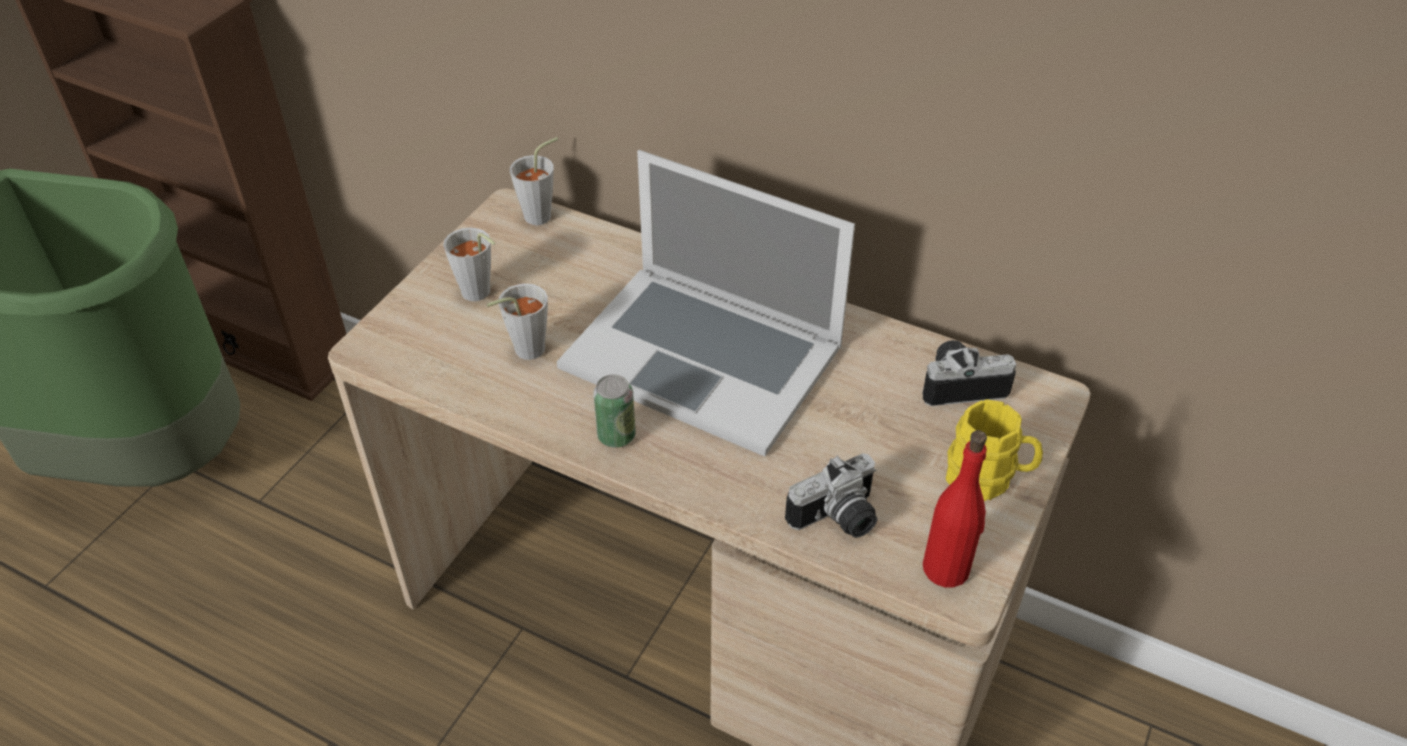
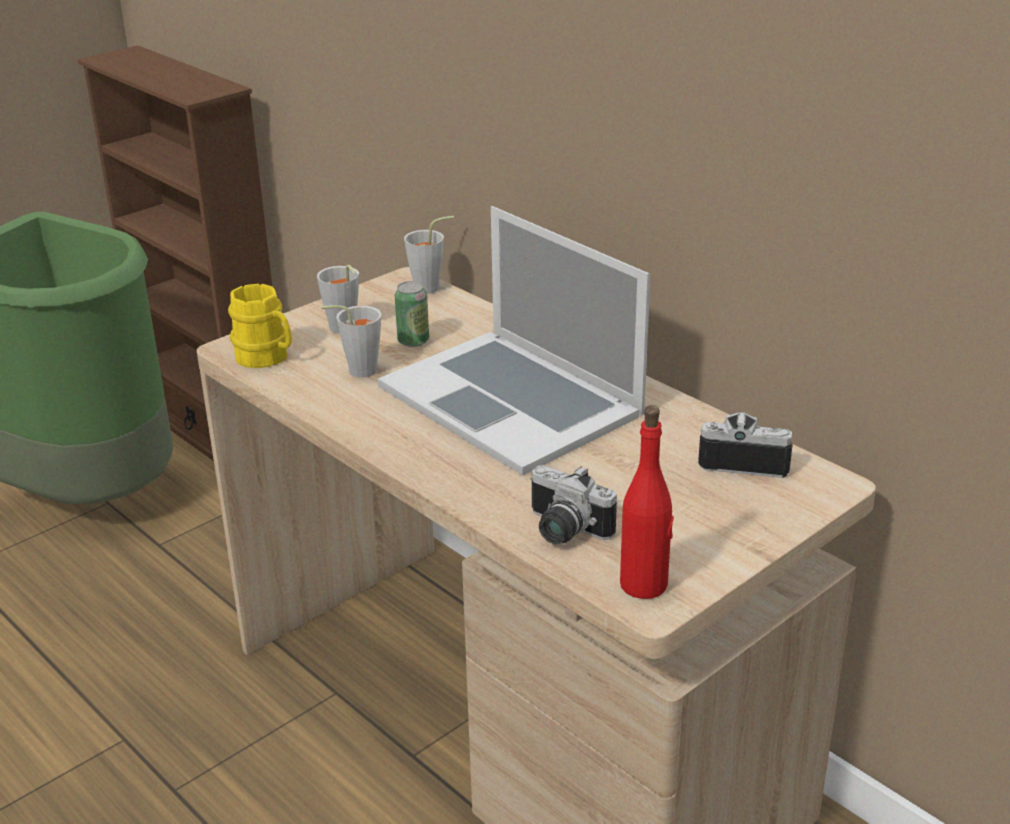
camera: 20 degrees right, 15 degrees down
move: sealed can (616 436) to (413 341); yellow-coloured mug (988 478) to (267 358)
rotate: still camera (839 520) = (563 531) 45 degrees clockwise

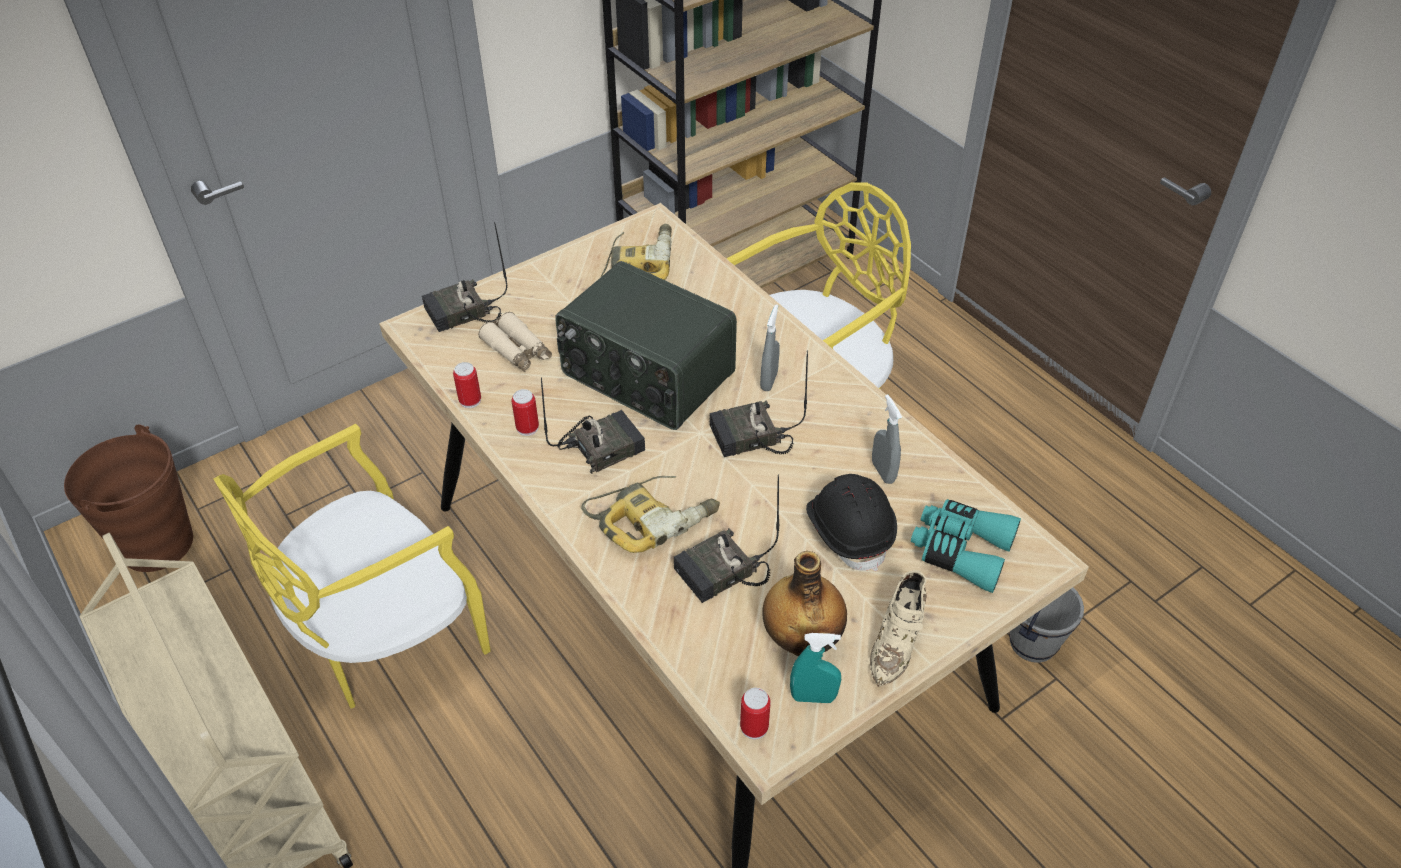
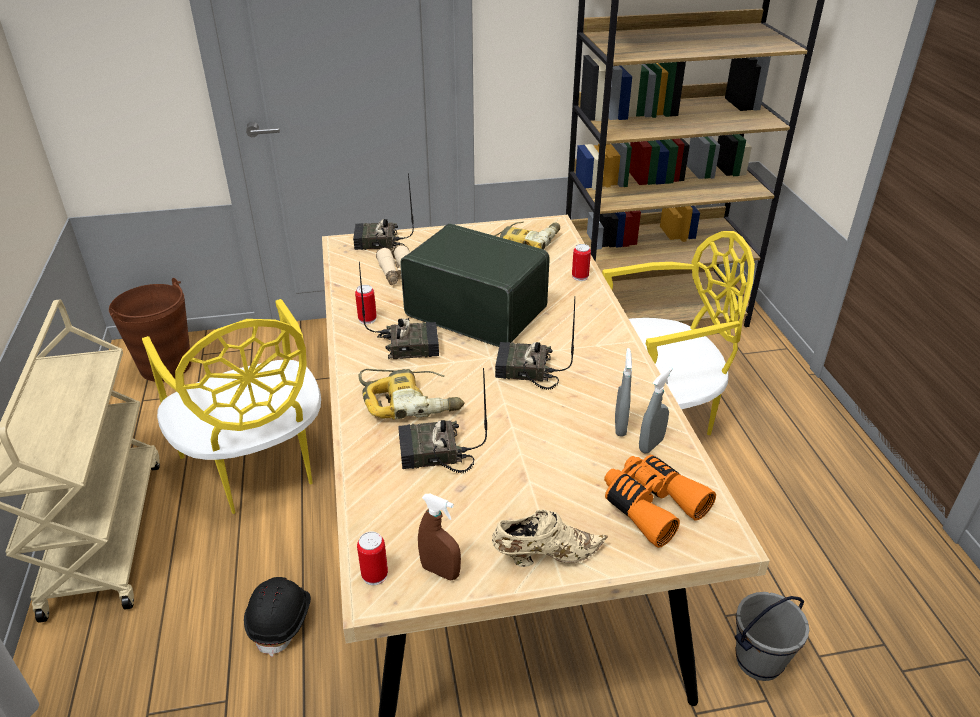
camera: 25 degrees right, 10 degrees down
delete: beverage bottle (802 640)
move: sealed can (470 400) to (580 276); grey hand sprayer (769 381) to (651 445); blackish work helmet (849 531) to (281 620)
recolor: blue-green hand sprayer (813 697) to brownish hand sprayer (440 571); blue-green field glasses (961 550) to orange-coloured field glasses (651 505)
rotate: yellow-coloured chair (383 636) = (256 467) 105 degrees counterclockwise; radio (646 375) = (477 311) 150 degrees clockwise; sand-coloured shoe (897 641) = (544 555) 150 degrees counterclockwise

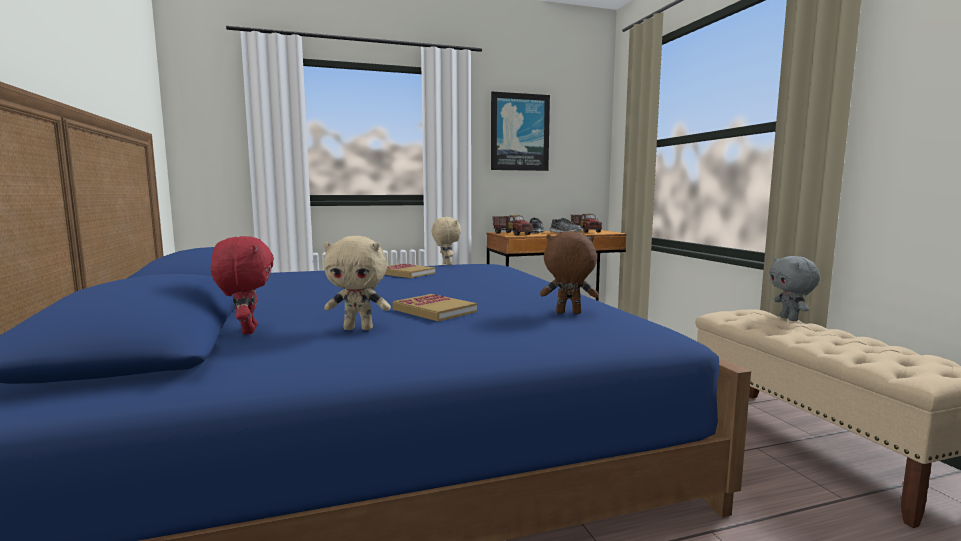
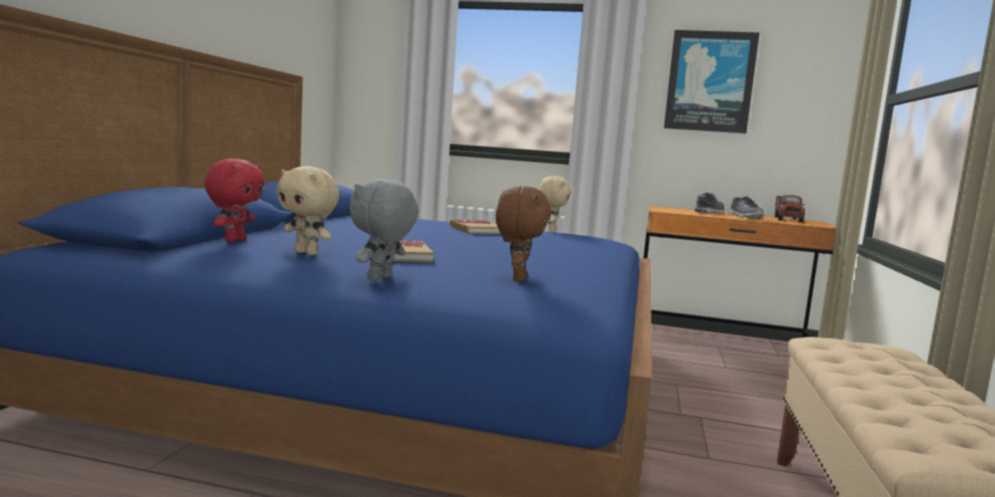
camera: 30 degrees right, 0 degrees up
delete: toy truck (512 234)
move: grey plush toy (790 319) to (381 278)
rotate: brownish plush toy (568 313) = (517 279) 60 degrees clockwise

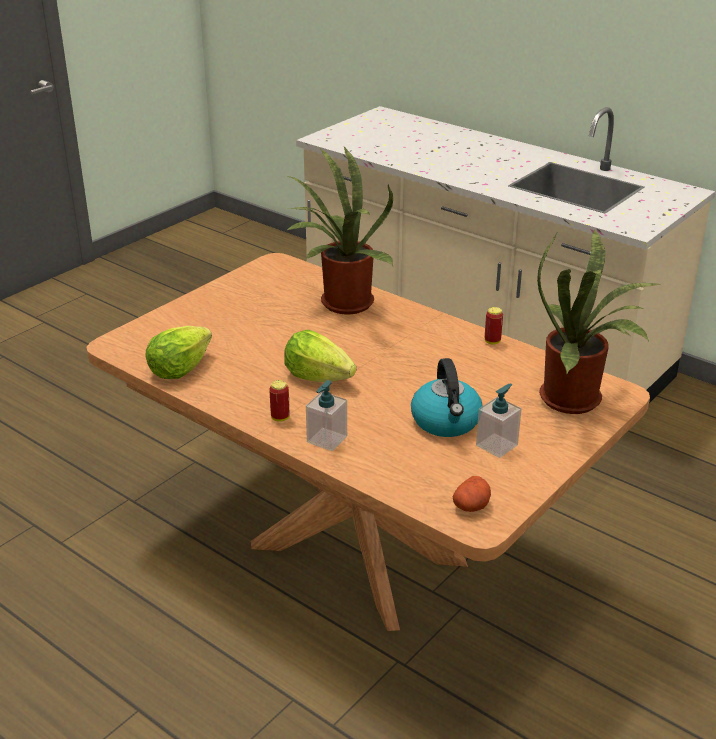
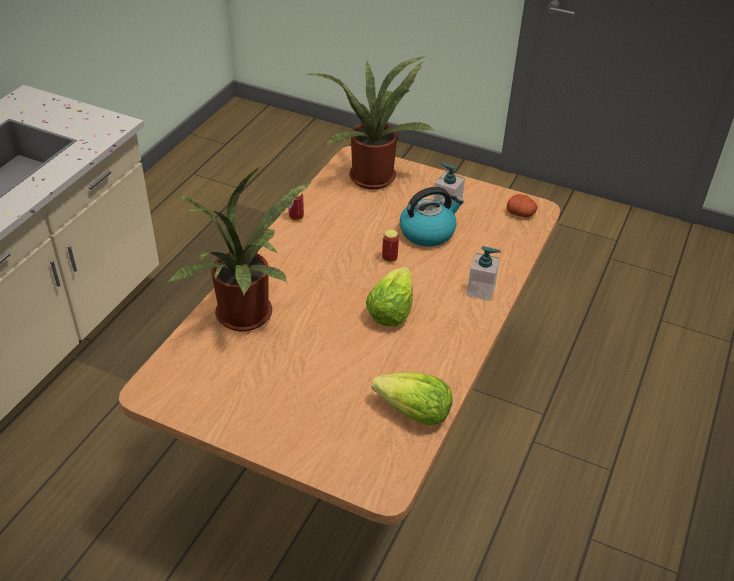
camera: 105 degrees left, 10 degrees up
move: sealed can (280 418) to (389 259)

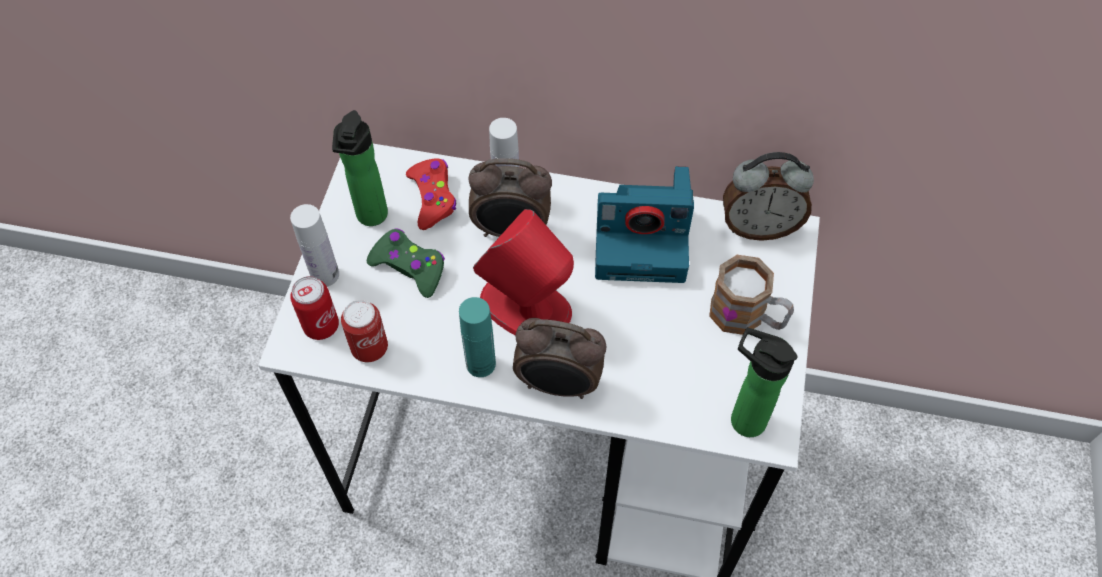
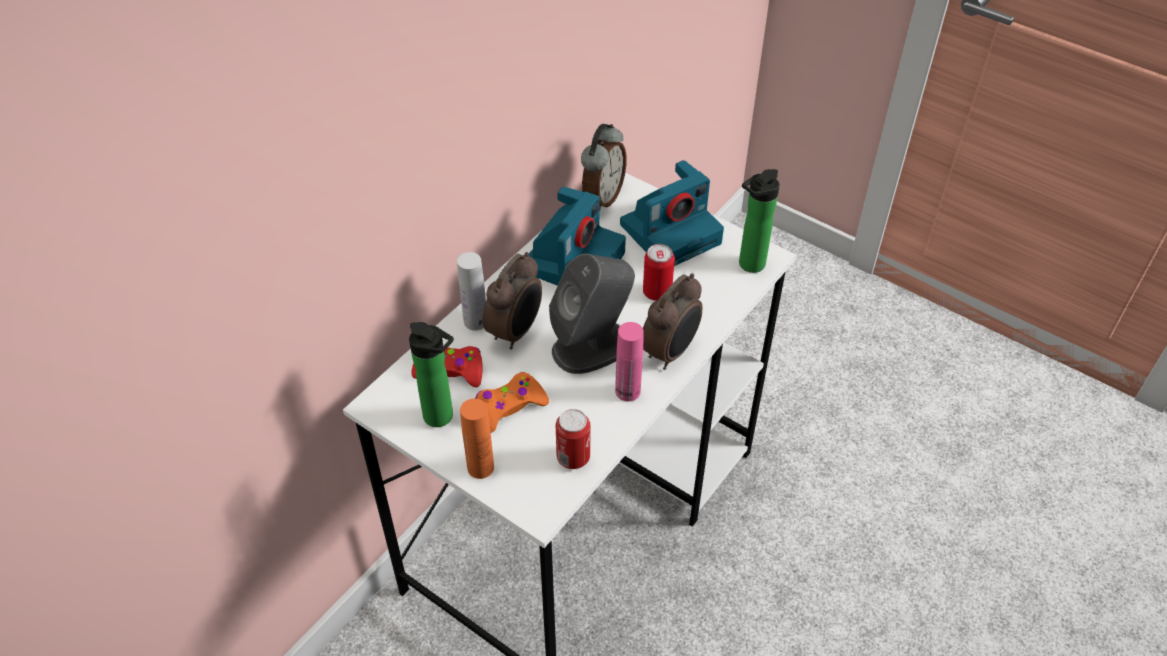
camera: 65 degrees left, 10 degrees down
move: sealed can (321 326) to (657 292)
replace: mug (747 317) to still camera (671 232)
recolor: white-coloured beverage bottle (325 275) to orange-coloured beverage bottle (480 467); green gamepad (409 267) to orange-coloured gamepad (509 407); blue-green beverage bottle (480 364) to pink-coloured beverage bottle (627 391); reddish loudspeaker (527 307) to grey loudspeaker (592 346)

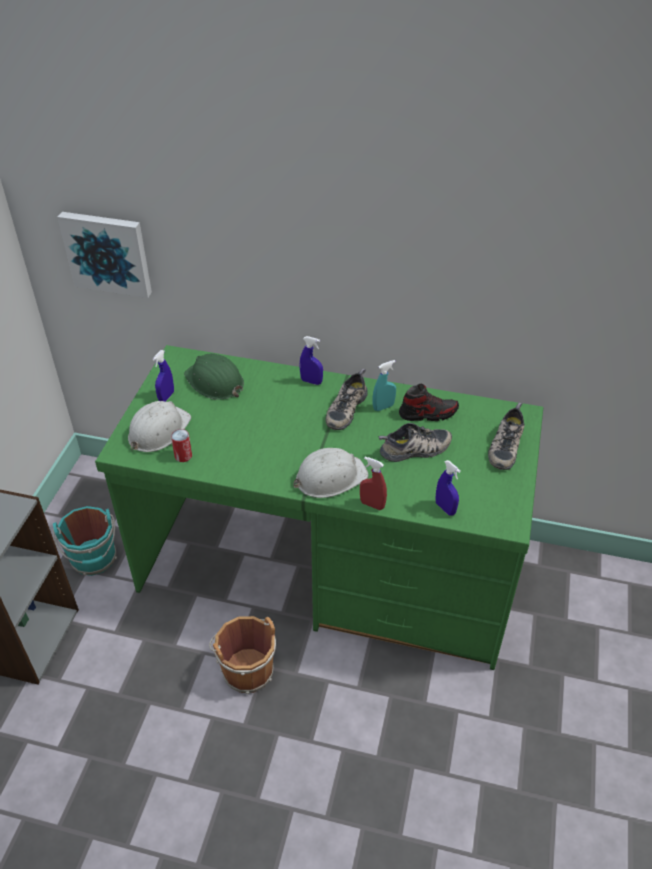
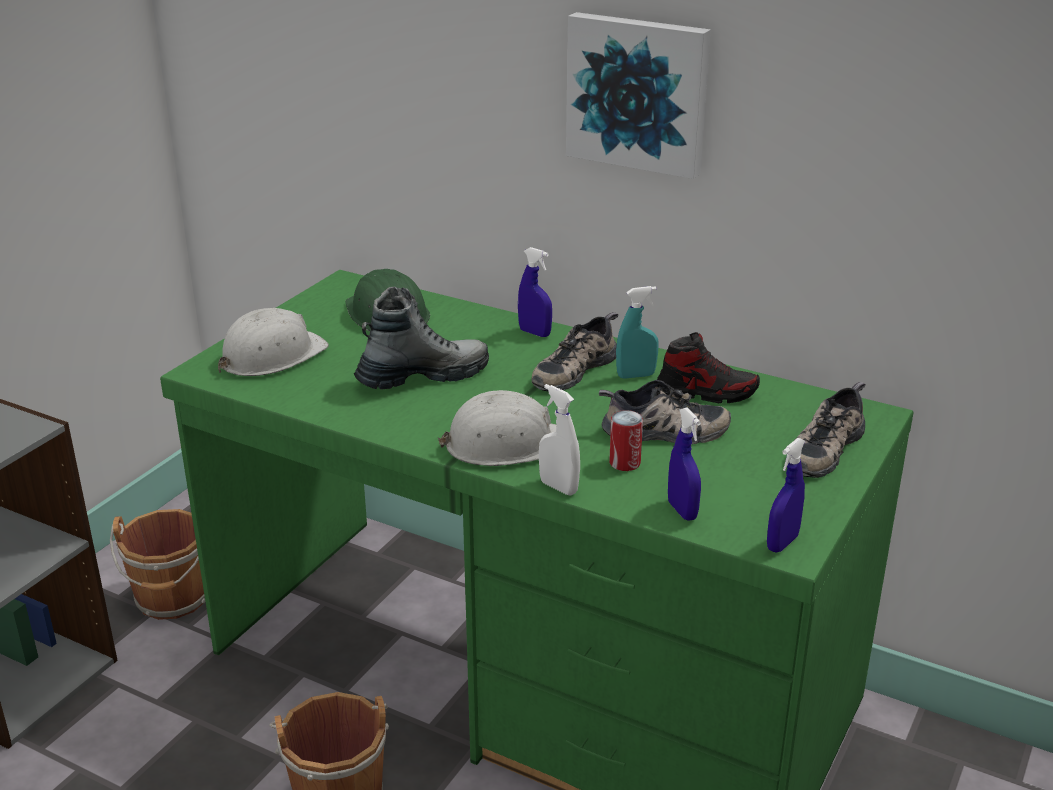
camera: 15 degrees right, 15 degrees down
insert: boot (423 376)
move: wall art (108 253) to (638 93); blue-coloured hand sprayer (166 397) to (782 543); sealed can (183 456) to (624 463)
recolor: blue-green bucket (94 559) to brownish bucket (172 600); reddish hand sprayer (372 504) to white-coloured hand sprayer (558 487)

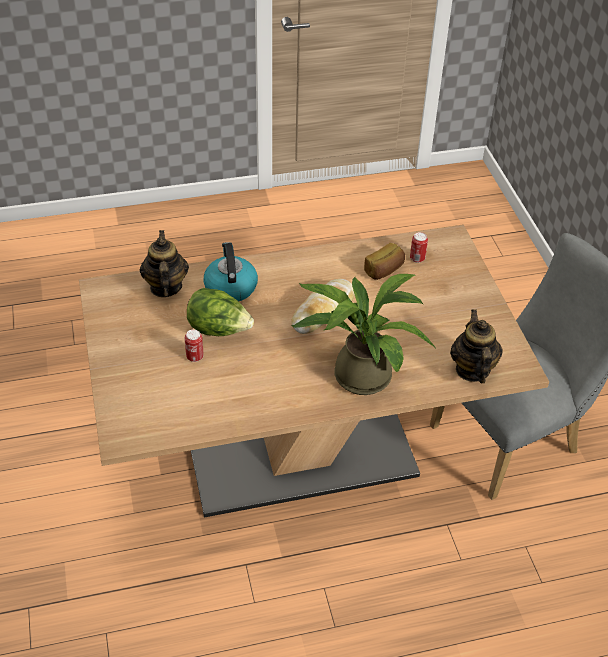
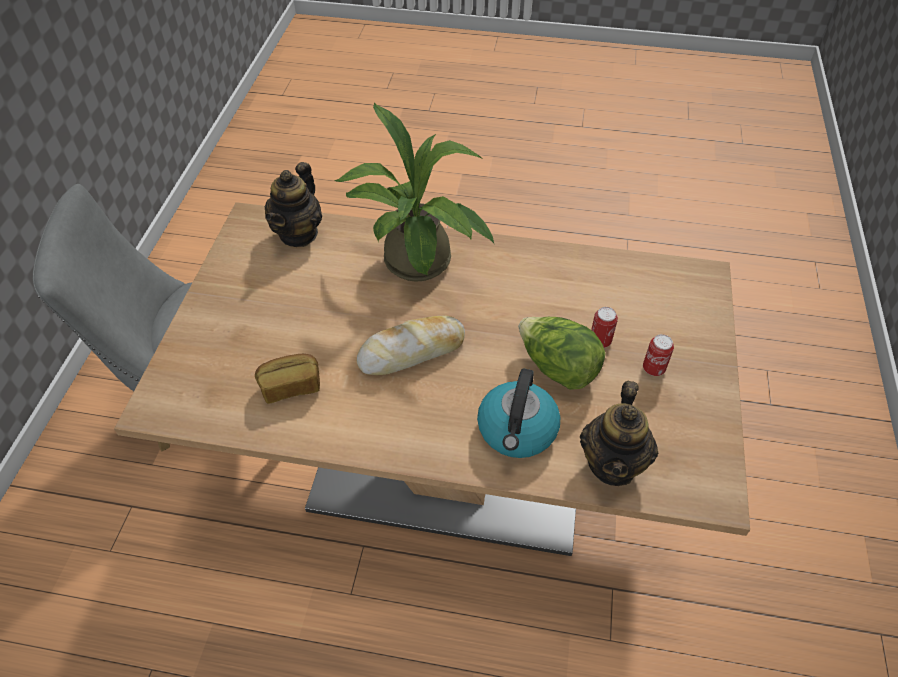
camera: 155 degrees left, 5 degrees up
move: sealed can (417 258) to (653 369)

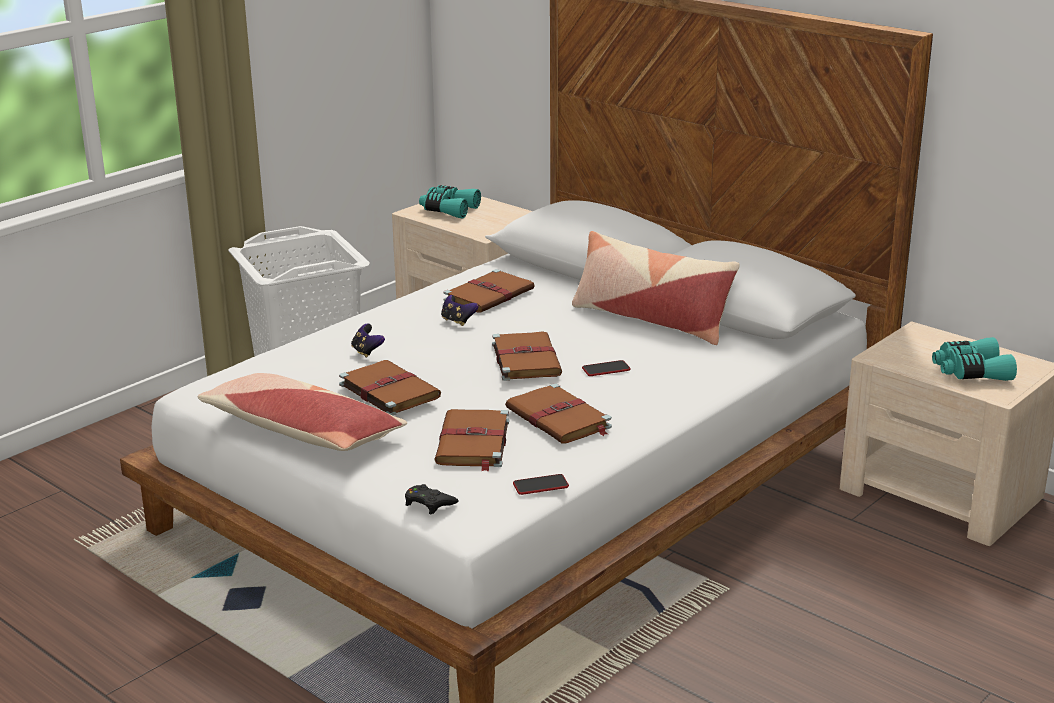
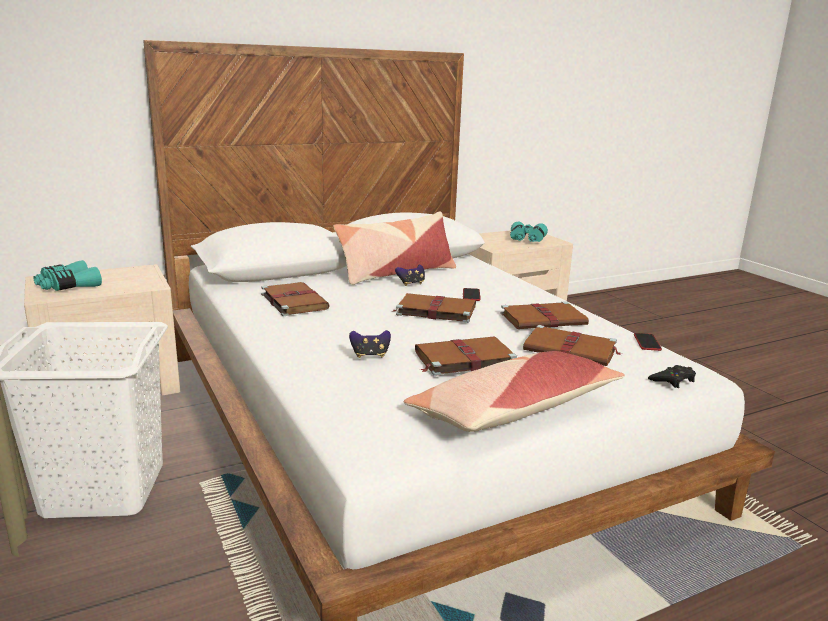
camera: 70 degrees left, 5 degrees down
move: gamepad (458 321) to (411 283)

